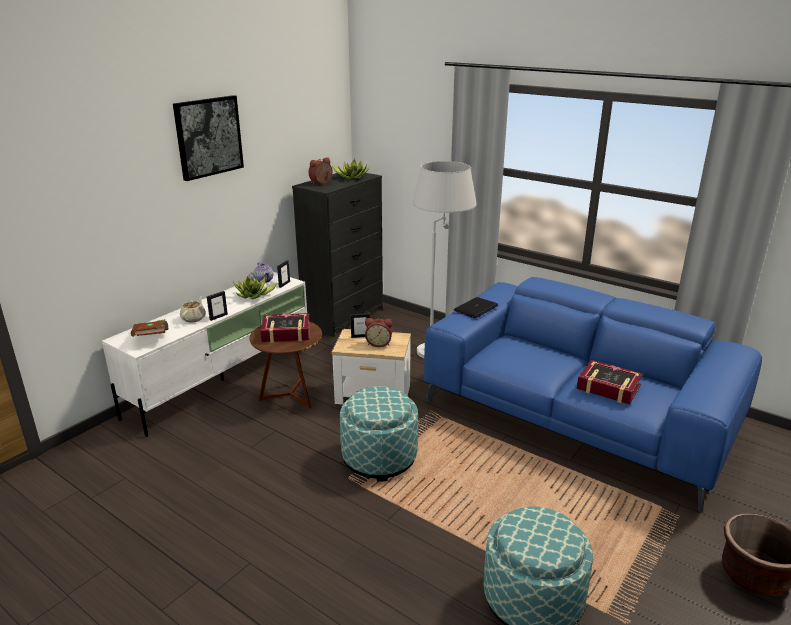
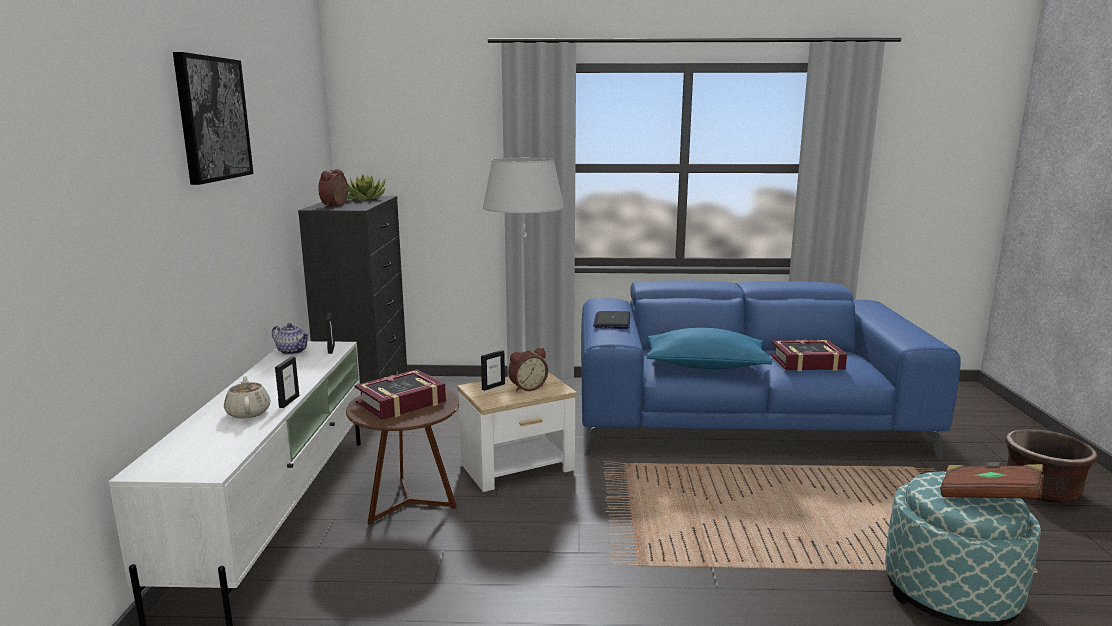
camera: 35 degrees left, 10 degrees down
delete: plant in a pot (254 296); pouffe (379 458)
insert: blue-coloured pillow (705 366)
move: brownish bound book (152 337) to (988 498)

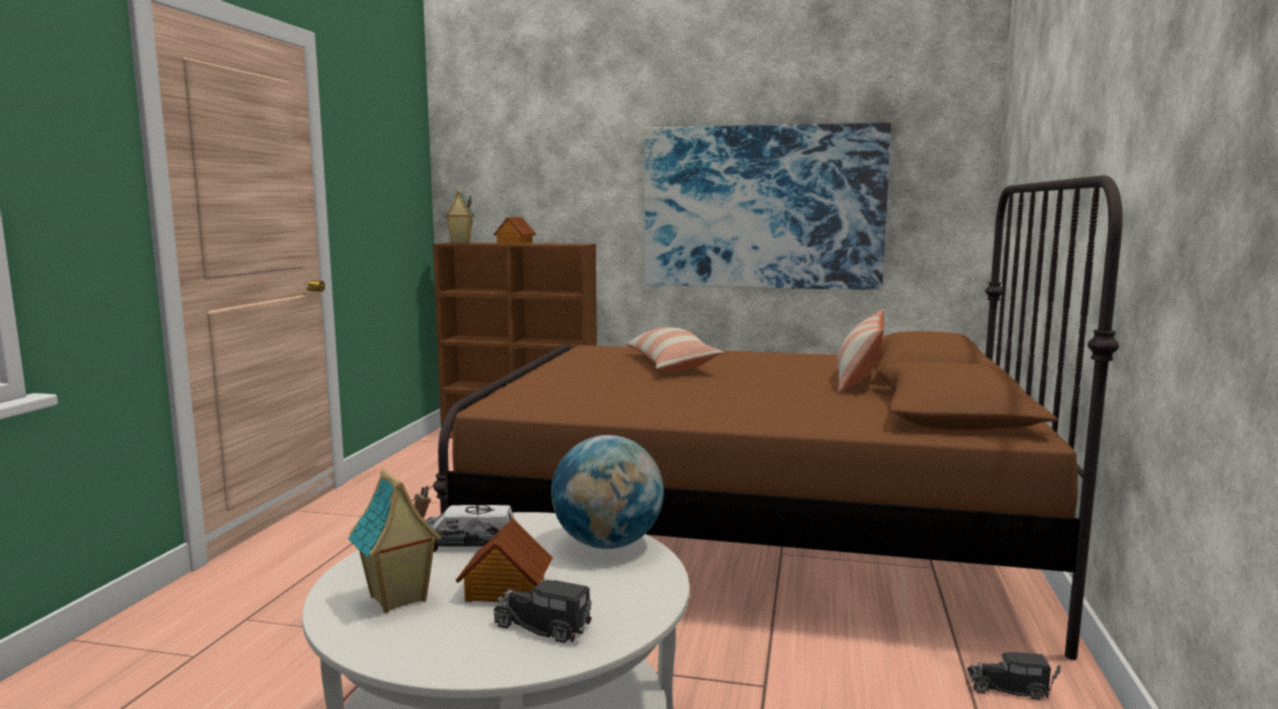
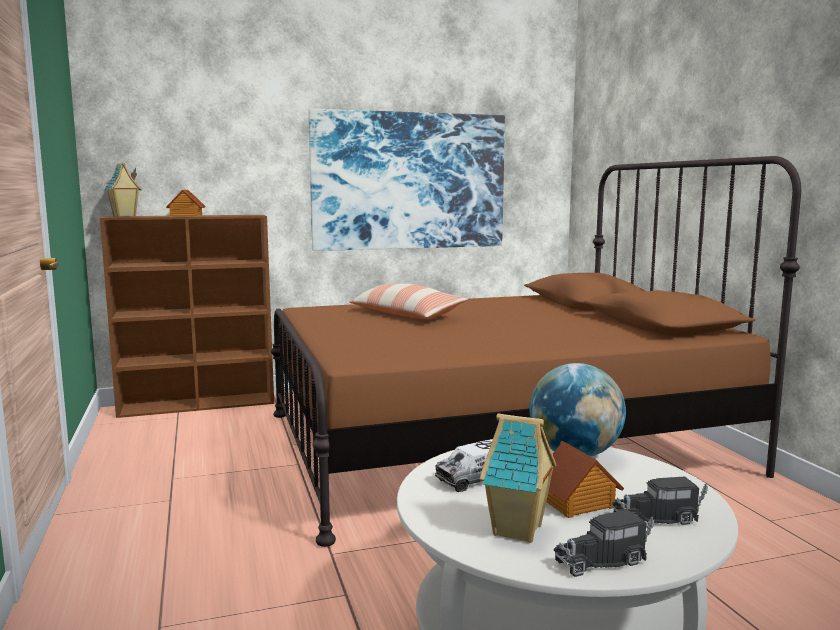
camera: 30 degrees left, 0 degrees up
delete: pillow (859 378)
move: toy truck (1011 688) to (603 560)

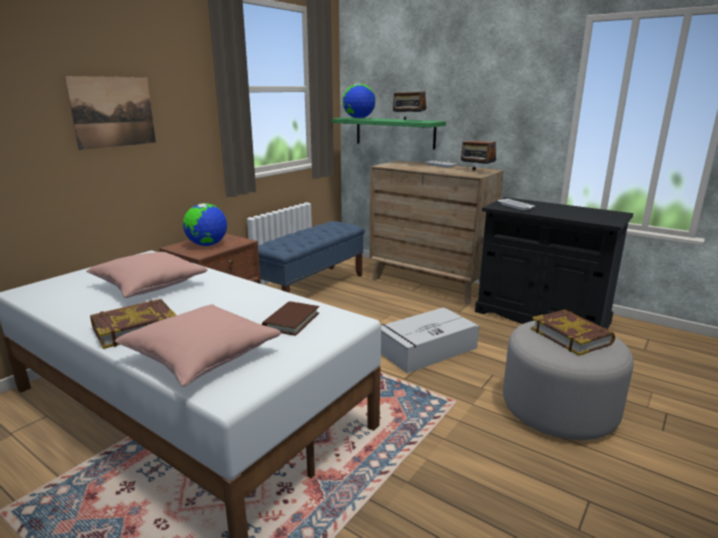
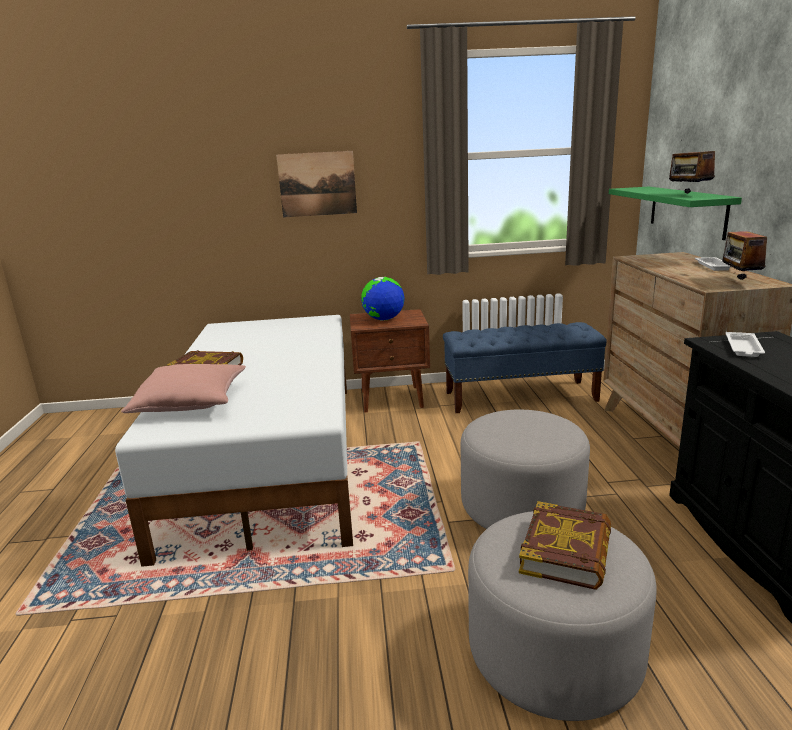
camera: 50 degrees right, 0 degrees up
delete: pink-coloured pillow (149 286); brownish bound book (291 321); world globe (358 118)
replace: grey storage container (425 350) to grey pouffe (521 507)

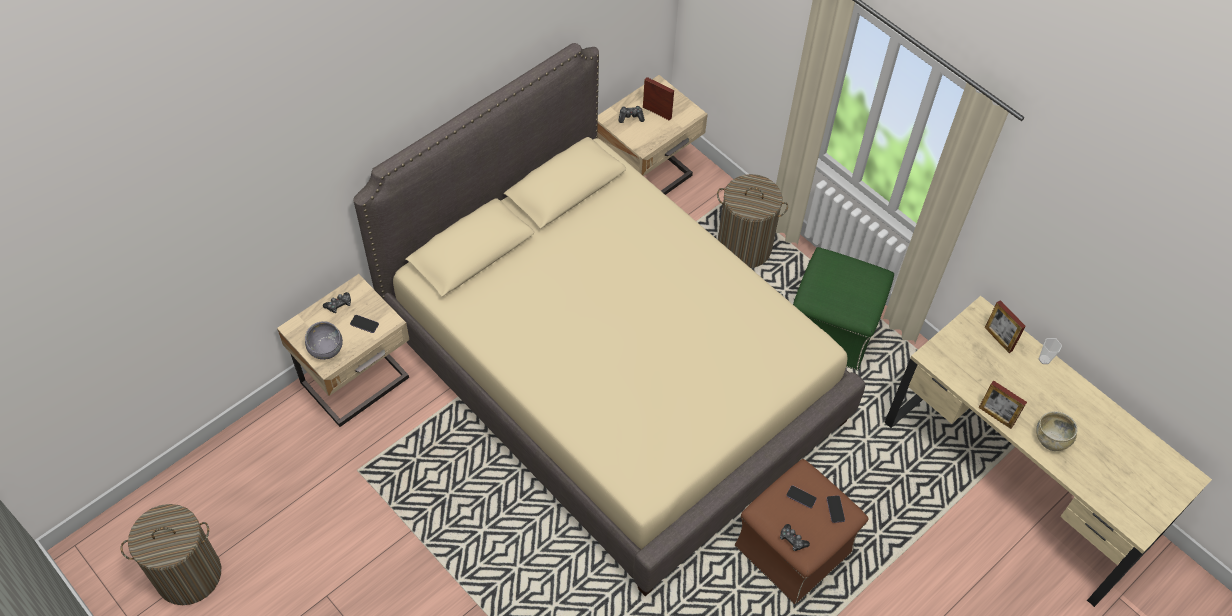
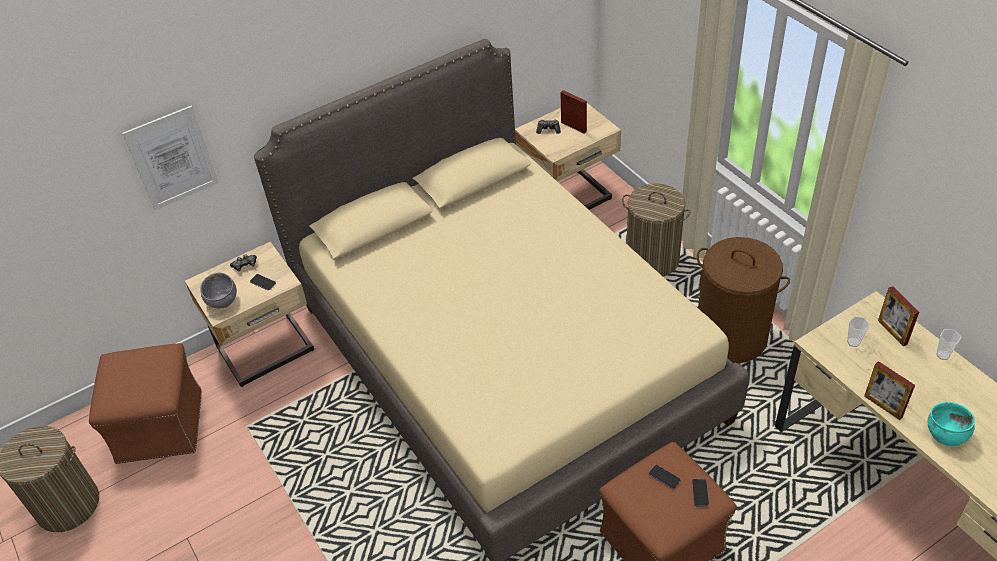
camera: 15 degrees right, 10 degrees down
delete: gamepad (792 540)
insert: brownish pouffe (160 425); wall art (172 158); cup (853 342)
replace: green pouffe (833 329) to brownish laundry basket (731 336)
recolor: sand-coloured bowl (1051 439) to blue-green bowl (946 434)

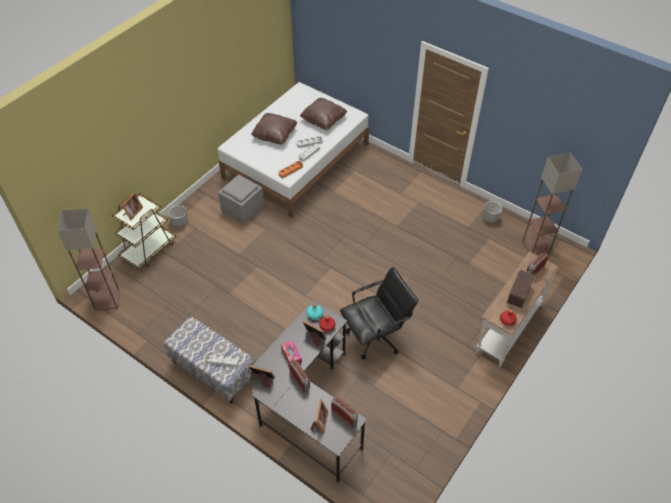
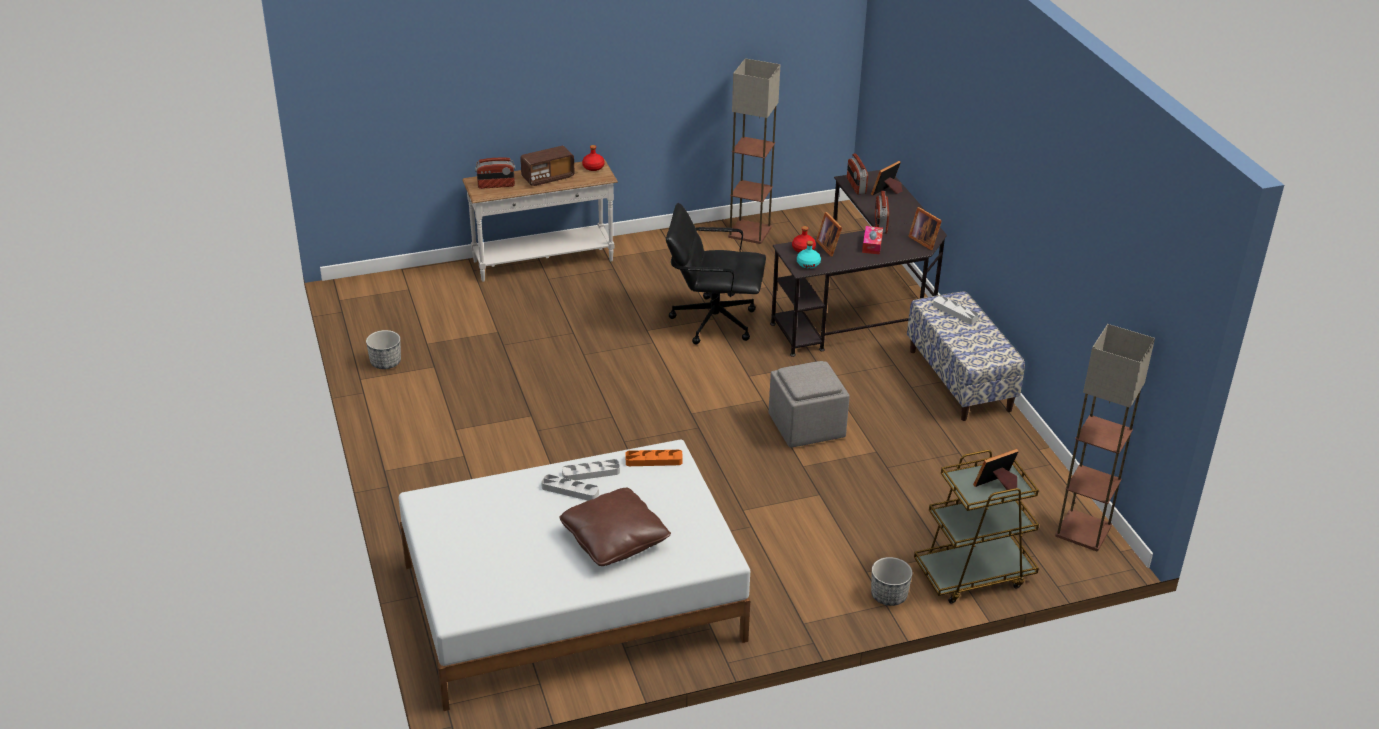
camera: 145 degrees left, 15 degrees down
delete: brownish pillow (323 119)
move: grey pouffe (243 209) to (805 426); standard lamp (536 246) to (750 232)

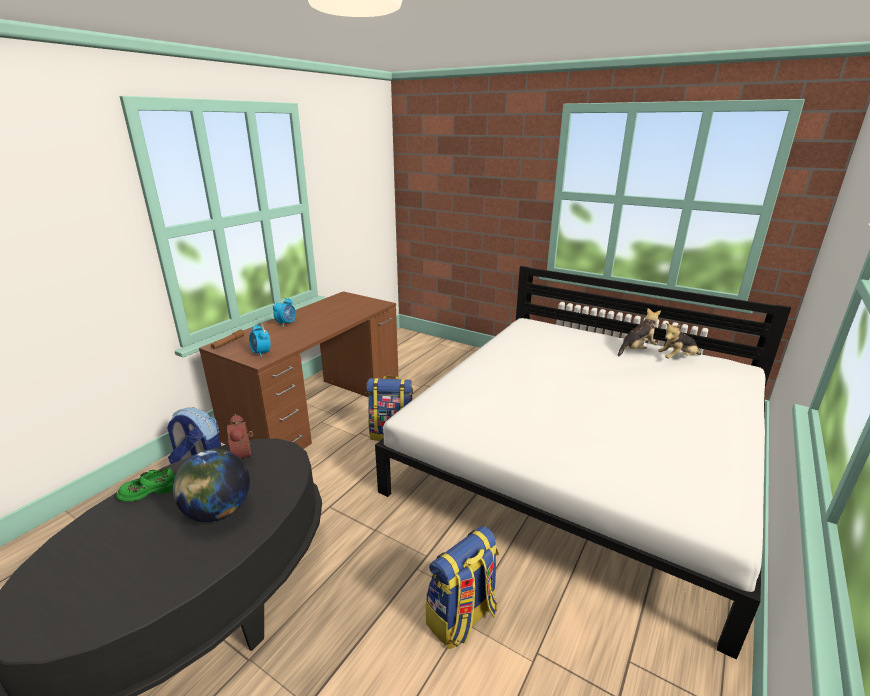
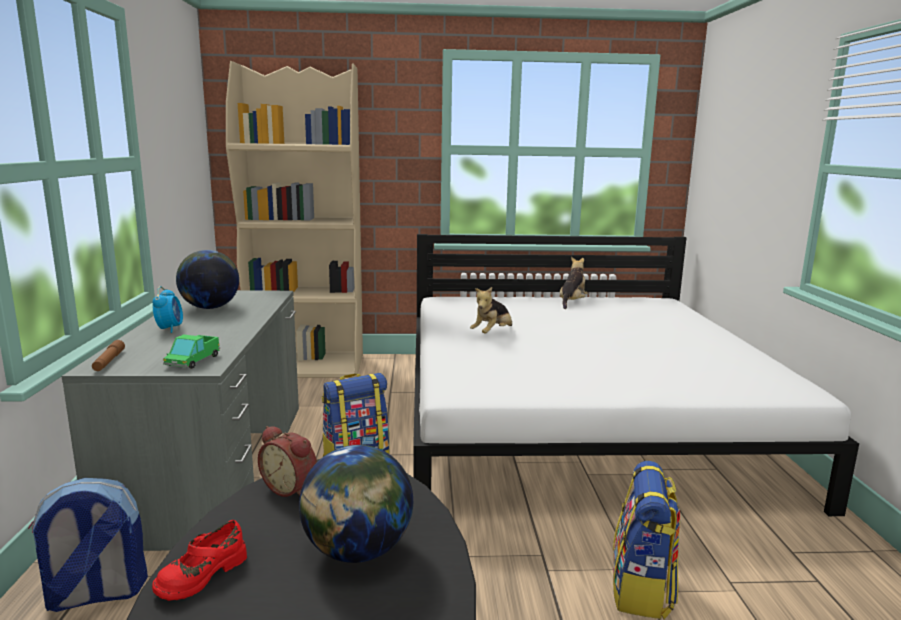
camera: 35 degrees left, 10 degrees down
insert: world globe (210 307); sand-coloured shelving unit (306 366)
move: plush toy (677 358) to (492 333)
replace: alarm clock (261 353) to toy truck (193 361)
recolor: green shoe (149 491) to reddish shoe (201 574); brownish desk (319 409) to grey desk (217 464)

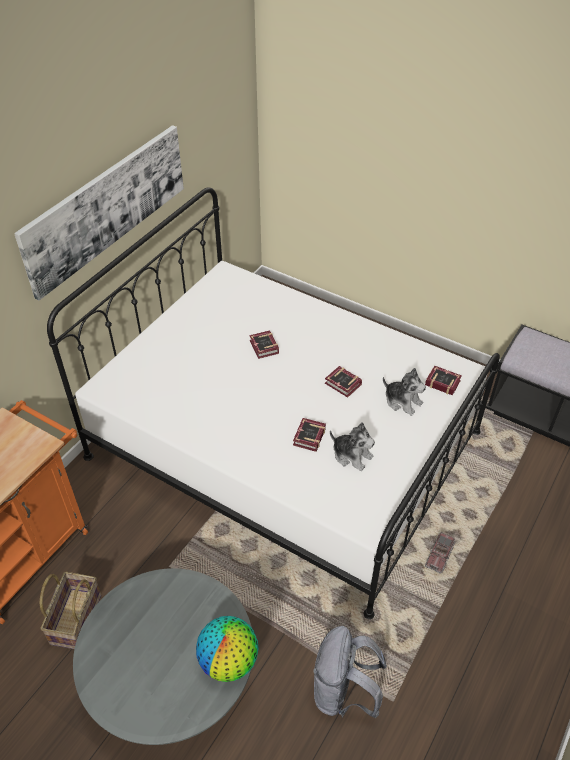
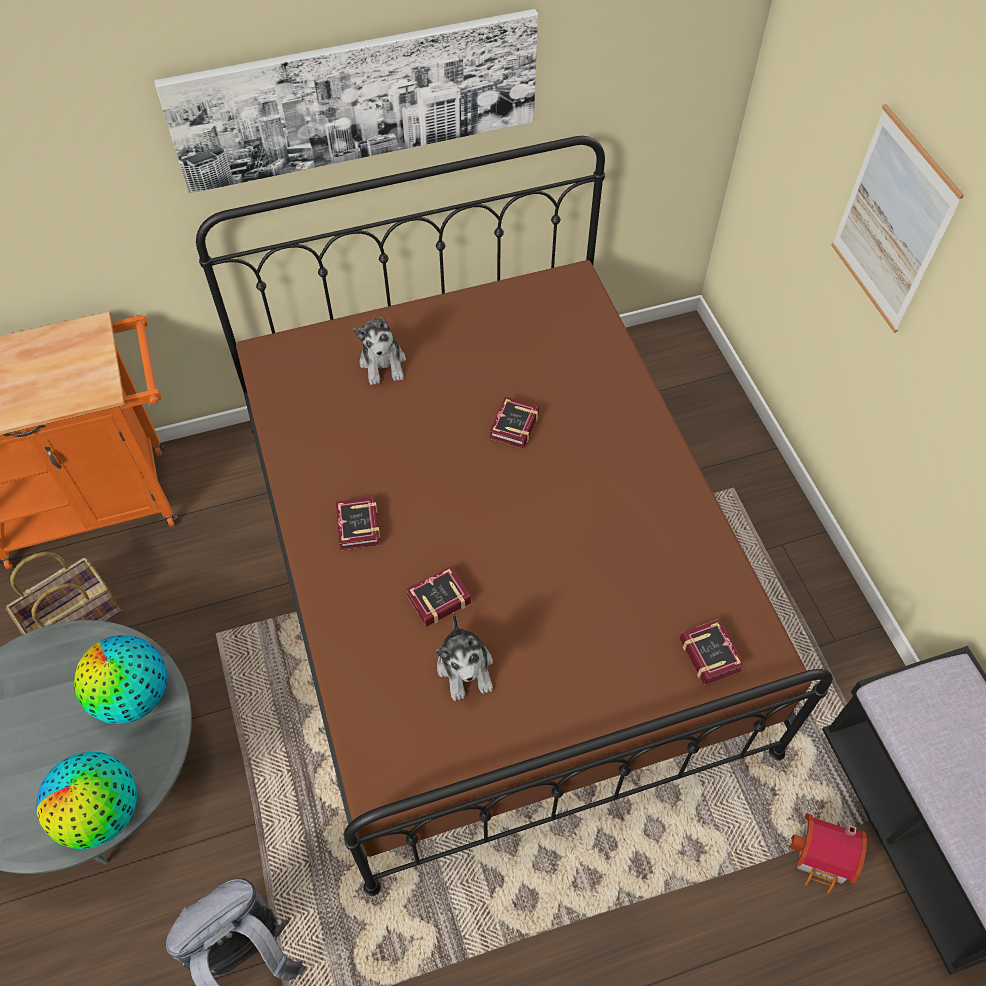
camera: 40 degrees right, 10 degrees up
delete: toy truck (439 556)
insert: world globe (134 696); miniature house (823 858); wall art (891 222)
move: bound book (343 385) to (357 529); plush toy (402 401) to (383 363)
recolor: white-coloured bedroom bed (285 444) to brownish bedroom bed (492 576)

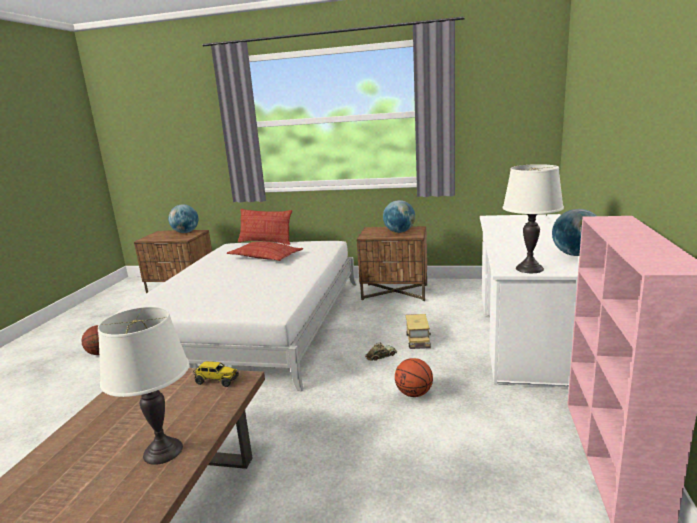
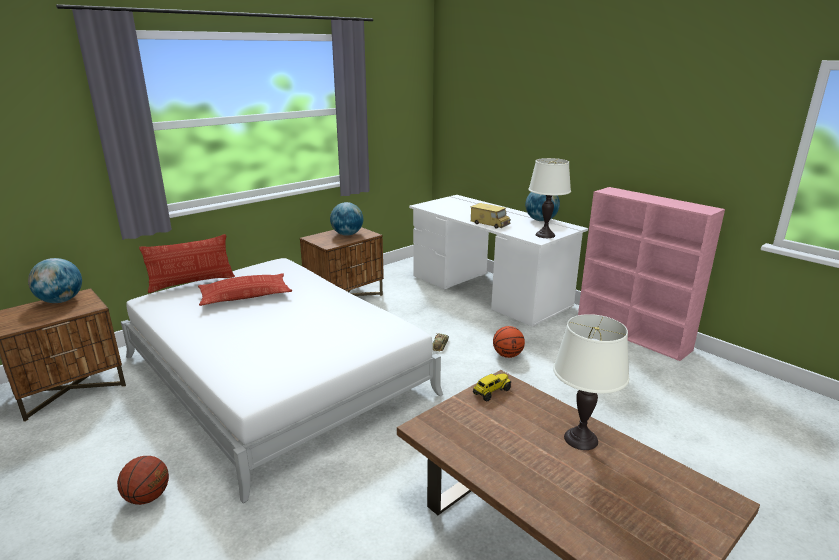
camera: 55 degrees left, 5 degrees up
move: toy truck (418 340) to (490 224)

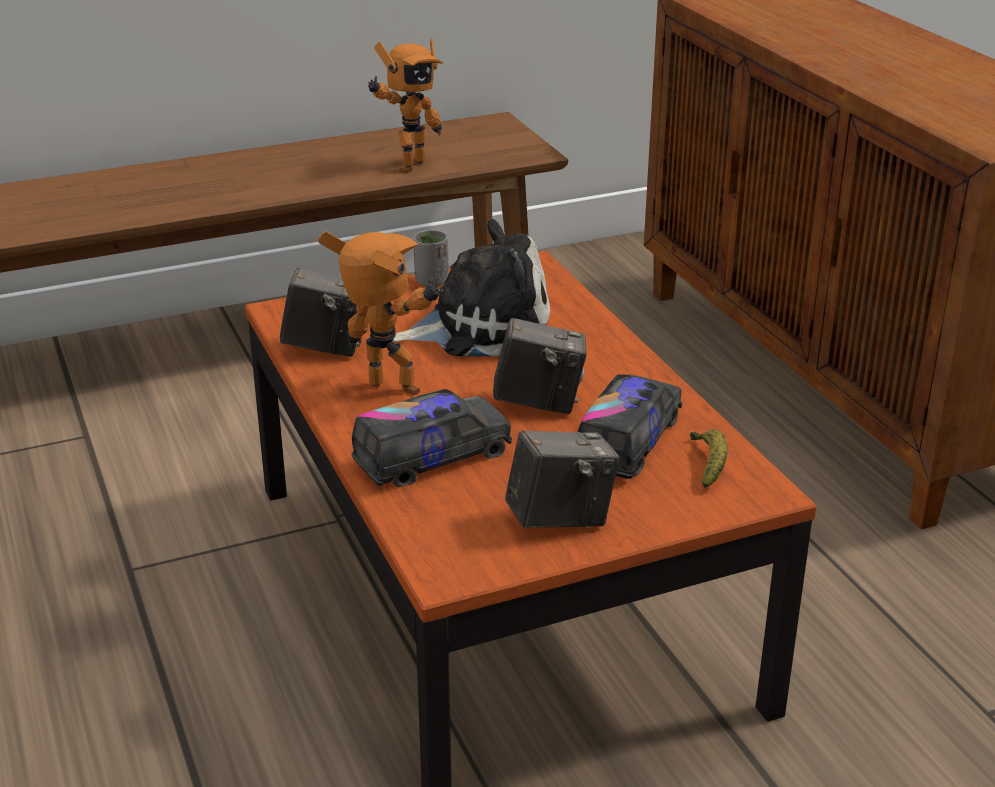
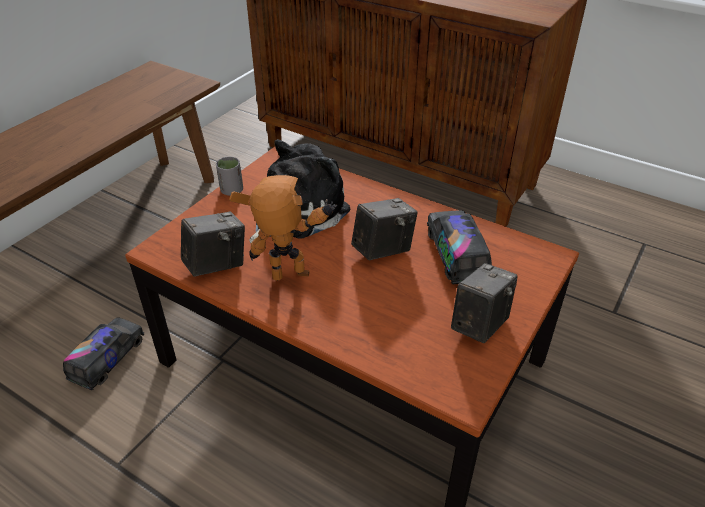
camera: 35 degrees left, 10 degrees up
delete: model robot (407 166); banana (709 465)
move: toy truck (432 458) to (108 359)

